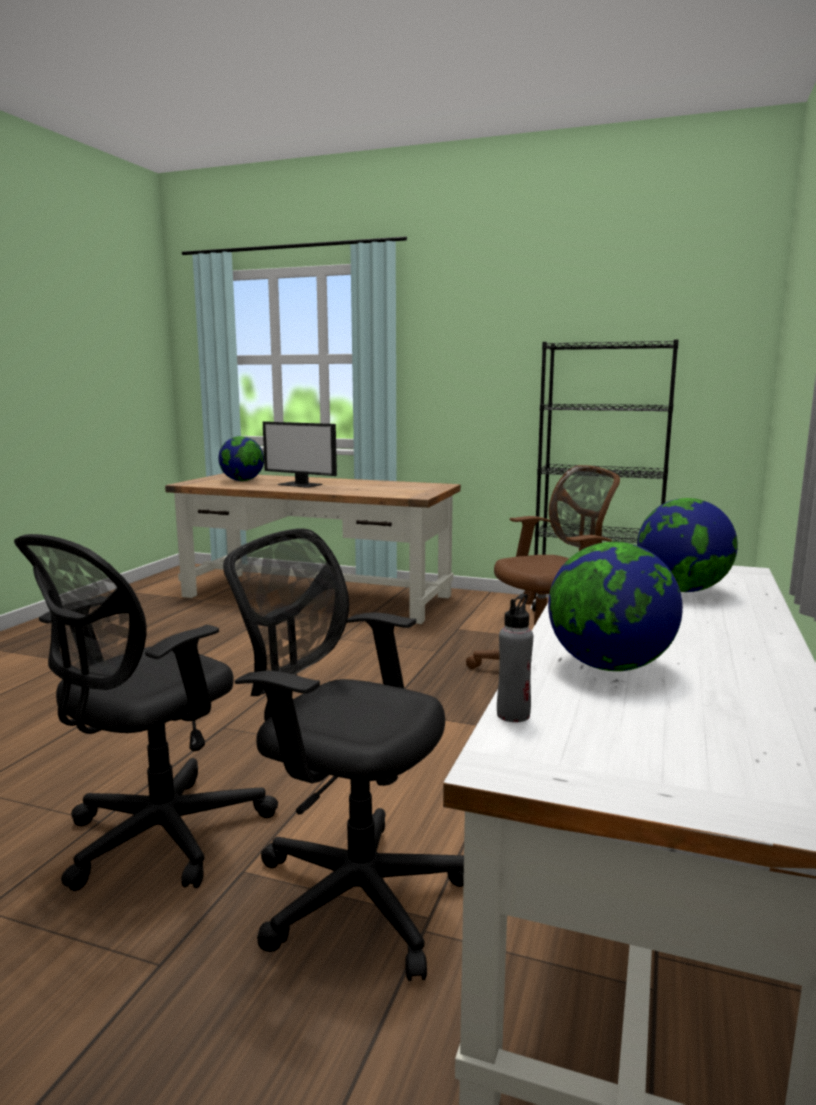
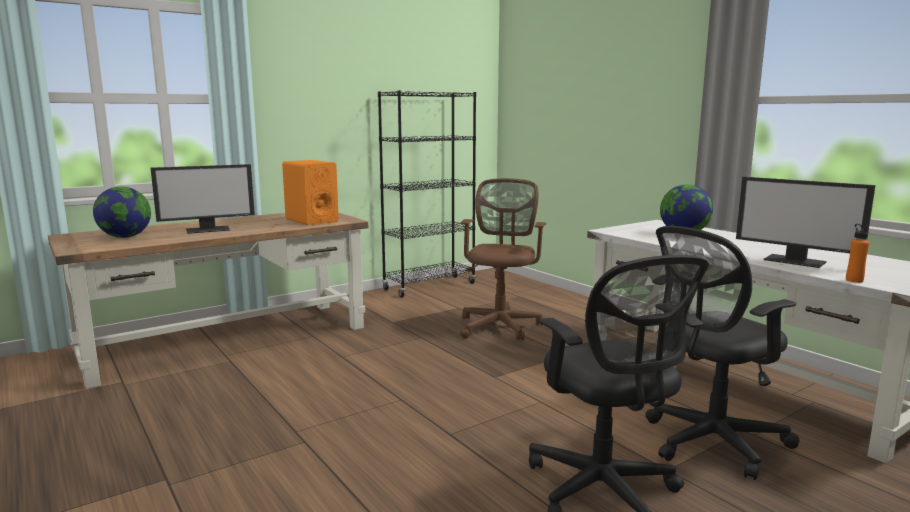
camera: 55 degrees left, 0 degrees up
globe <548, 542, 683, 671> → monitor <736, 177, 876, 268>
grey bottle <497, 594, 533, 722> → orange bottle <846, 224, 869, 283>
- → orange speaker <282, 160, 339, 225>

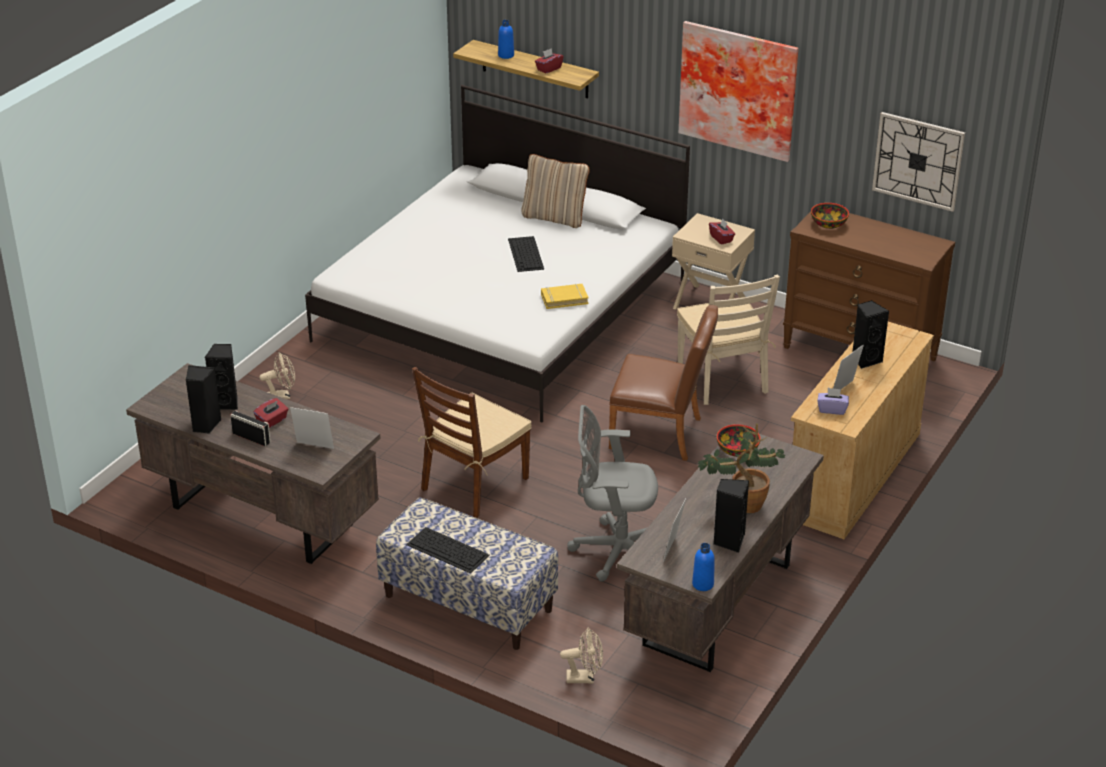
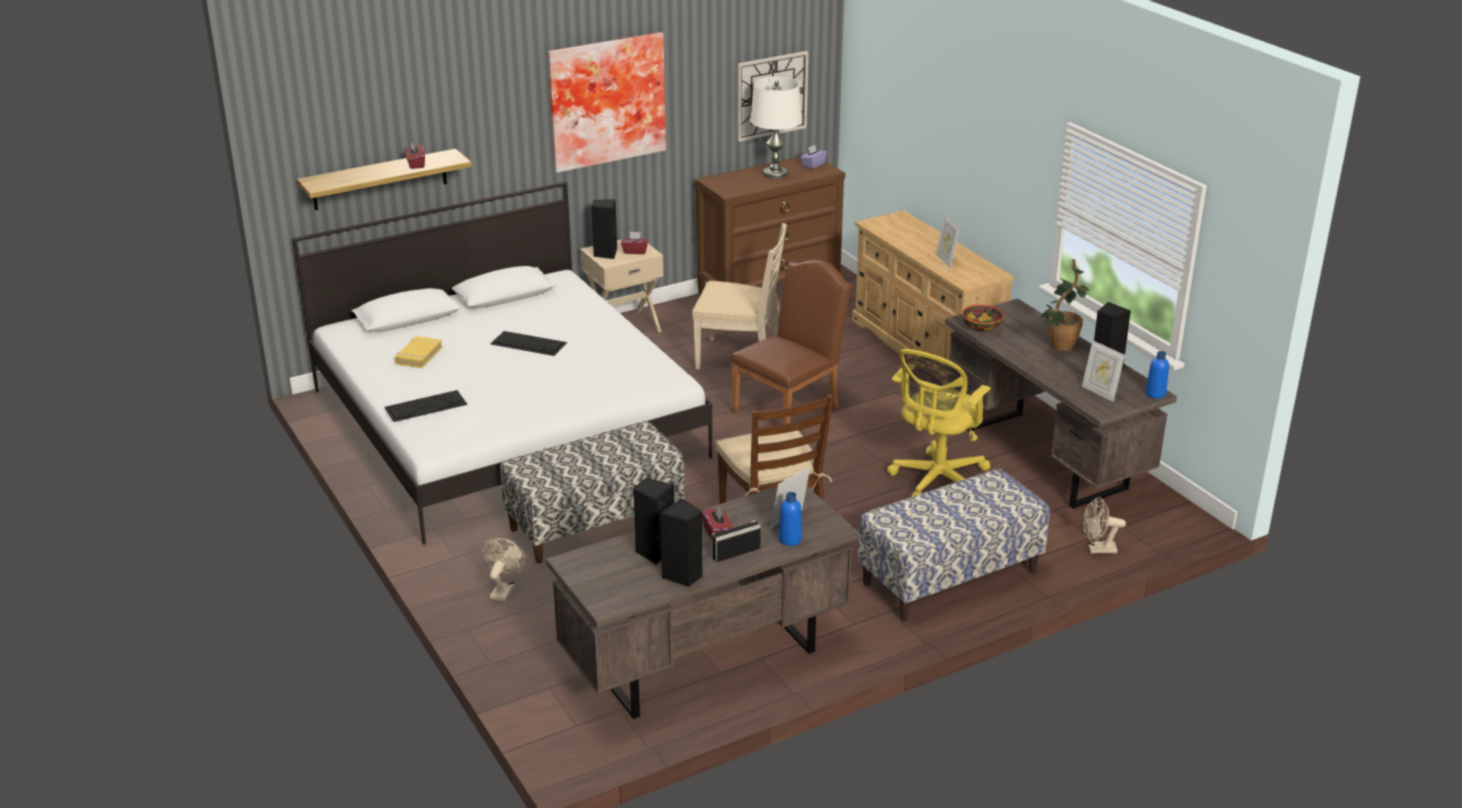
camera: 60 degrees left, 5 degrees down
blue bottle <498, 20, 514, 59> → blue bottle <779, 492, 802, 546>, move
beige pillow <522, 154, 590, 228> → -
bowl <811, 203, 849, 229> → -
yellow book <541, 283, 588, 309> → yellow book <395, 336, 443, 368>, move
black speaker <853, 300, 889, 369> → black speaker <591, 199, 617, 259>, move
purple tissue box <817, 388, 849, 415> → purple tissue box <800, 145, 827, 169>, move
grey office chair <567, 405, 658, 582> → yellow office chair <887, 349, 990, 497>
keyboard <406, 527, 490, 574> → keyboard <384, 390, 467, 422>, move
beige fan <560, 628, 603, 683> → beige fan <1083, 497, 1126, 553>, 120 degrees counterclockwise
- → white table lamp <750, 76, 802, 179>
- → bench <500, 421, 684, 563>

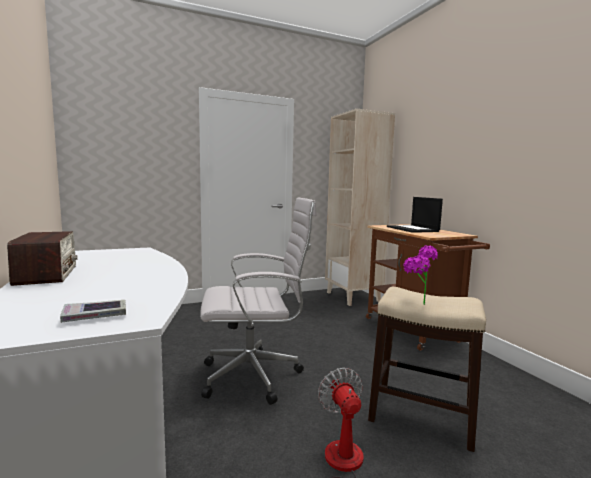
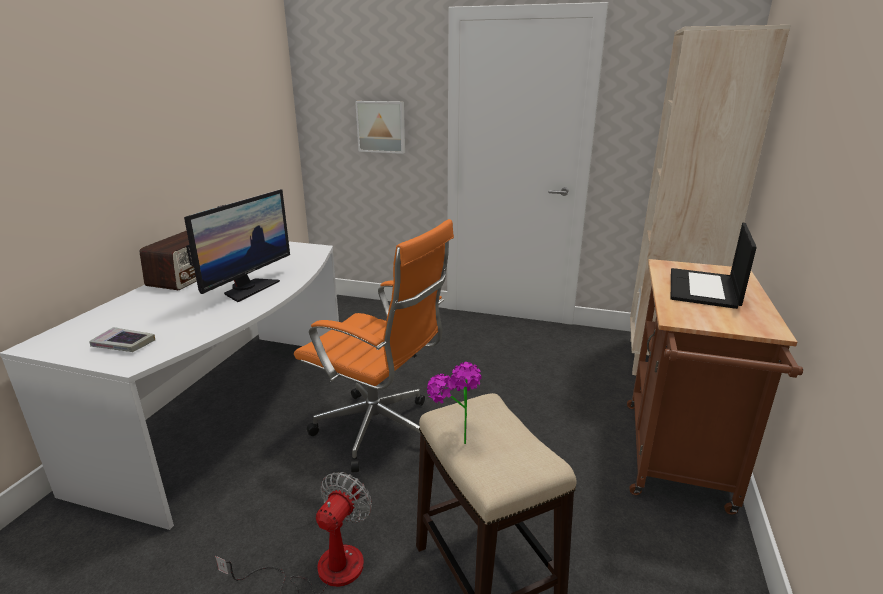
camera: 40 degrees right, 15 degrees up
white office chair <200, 197, 317, 405> → orange office chair <294, 219, 454, 473>
- → picture <355, 101, 405, 154>
- → monitor <184, 189, 290, 302>

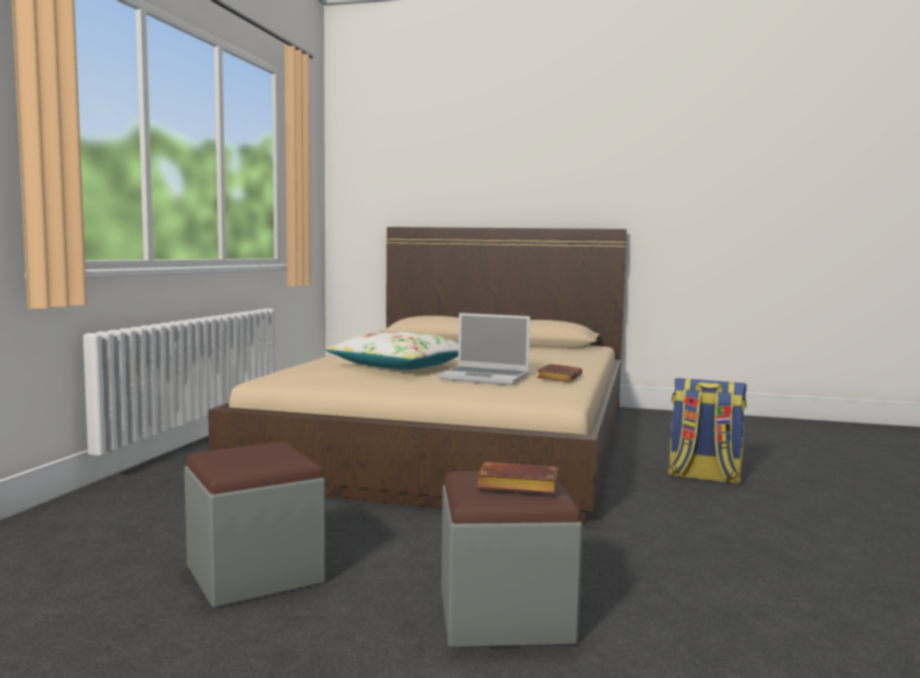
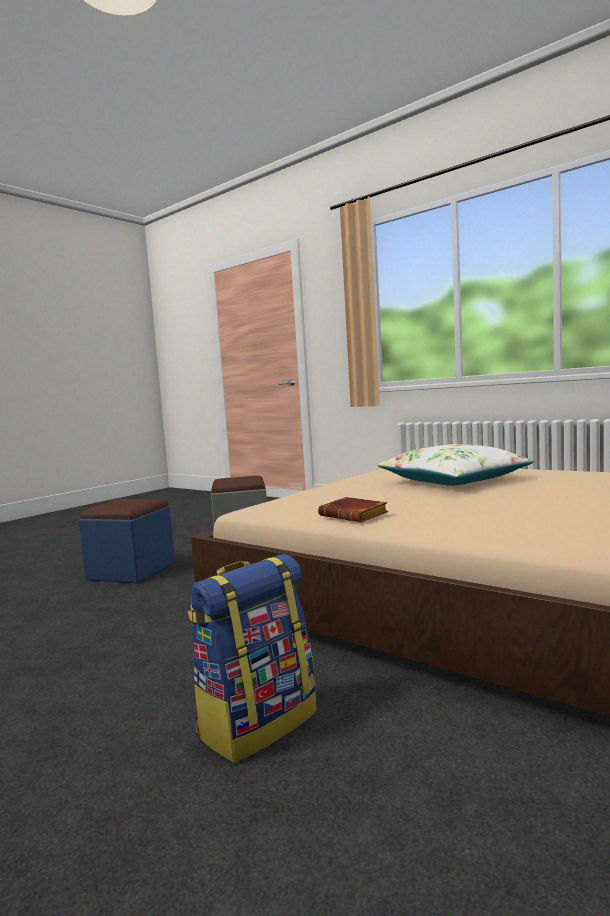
camera: 115 degrees right, 0 degrees up
laptop <438, 313, 530, 385> → -
brown book <476, 462, 558, 494> → -
grey ottoman <441, 471, 583, 648> → blue ottoman <79, 499, 175, 584>

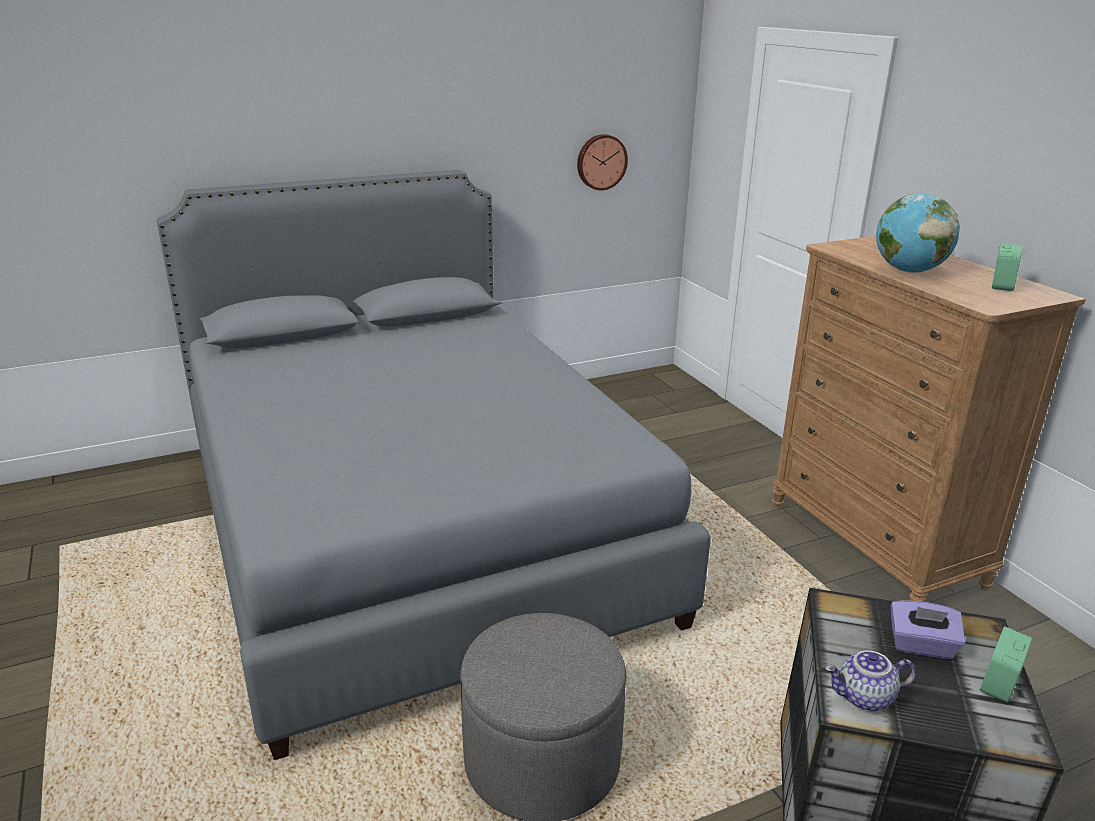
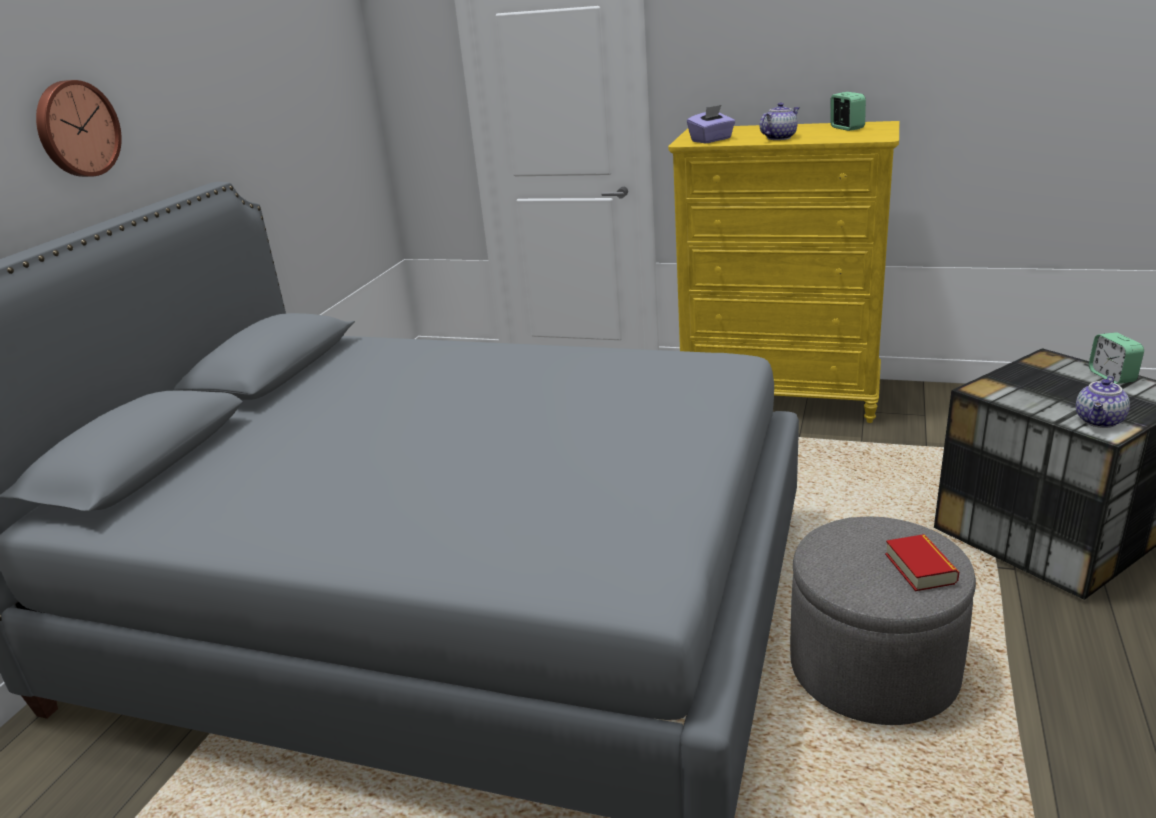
camera: 45 degrees left, 0 degrees up
wall clock <577, 134, 628, 190> → wall clock <36, 80, 122, 177>, move
globe <876, 194, 960, 273> → teapot <760, 103, 799, 140>
brown dresser <772, 236, 1086, 602> → yellow dresser <668, 121, 899, 423>
purple tissue box <891, 600, 965, 659> → purple tissue box <687, 105, 735, 143>, move
- → book <885, 534, 959, 591>

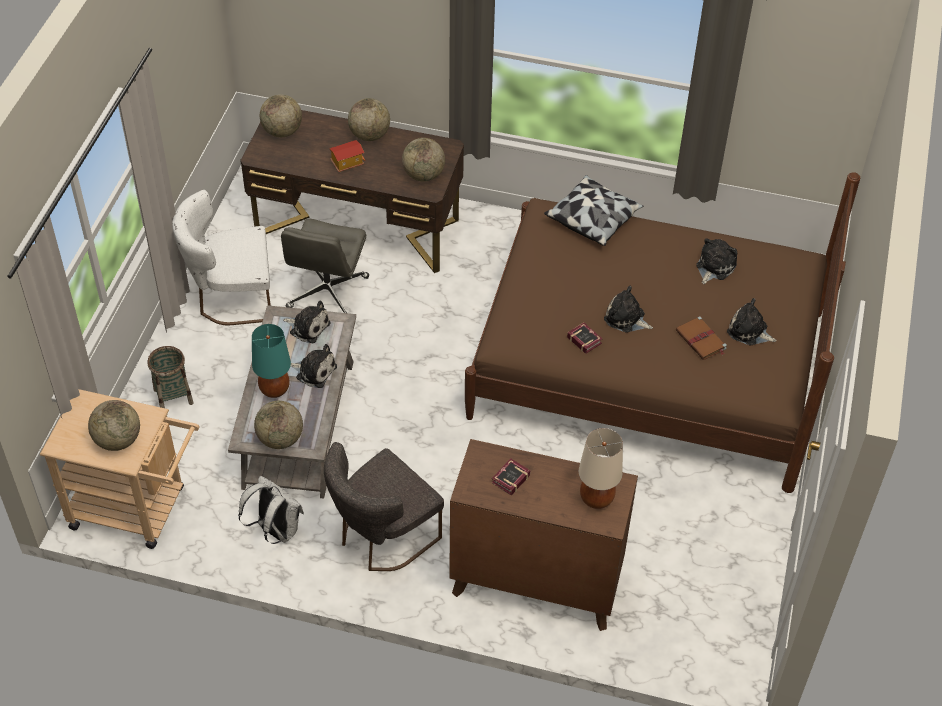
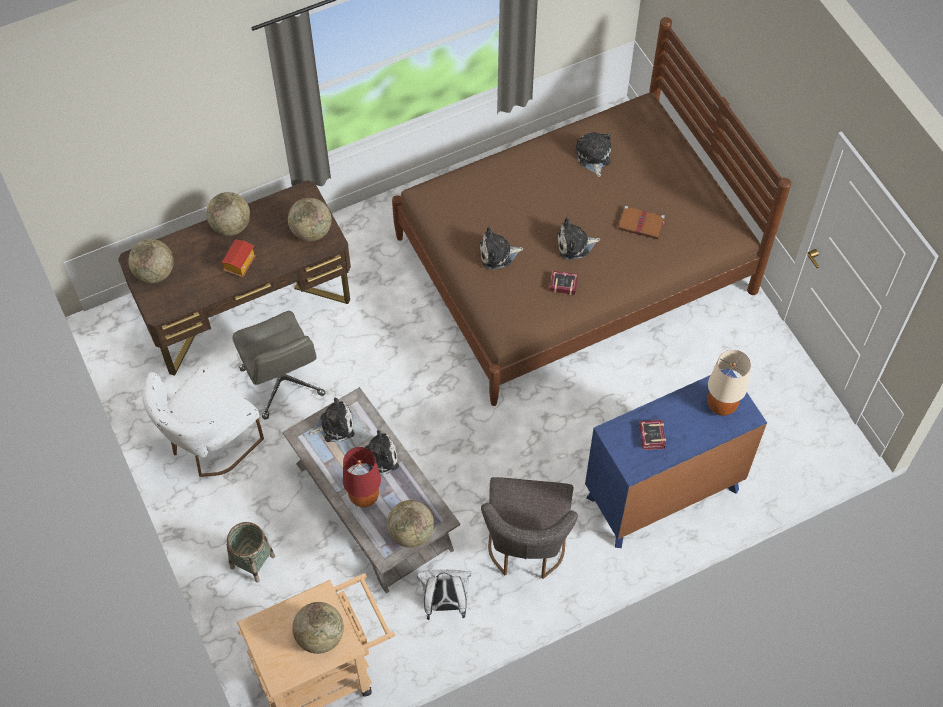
camera: 40 degrees left, 10 degrees up
pillow <544, 175, 644, 246> → -
plush toy <727, 298, 777, 345> → plush toy <480, 227, 524, 269>, move
turquoise table lamp <252, 324, 291, 398> → red table lamp <343, 447, 381, 507>
brown dresser <449, 439, 638, 631> → blue dresser <585, 369, 767, 548>

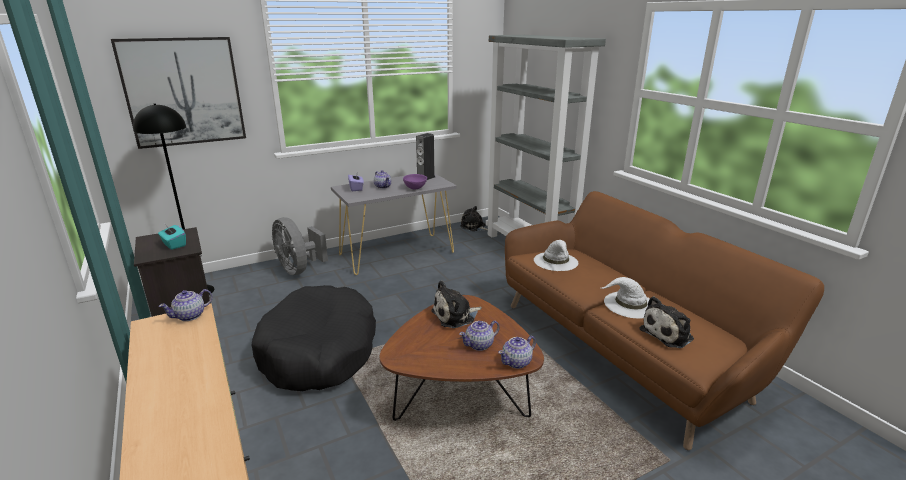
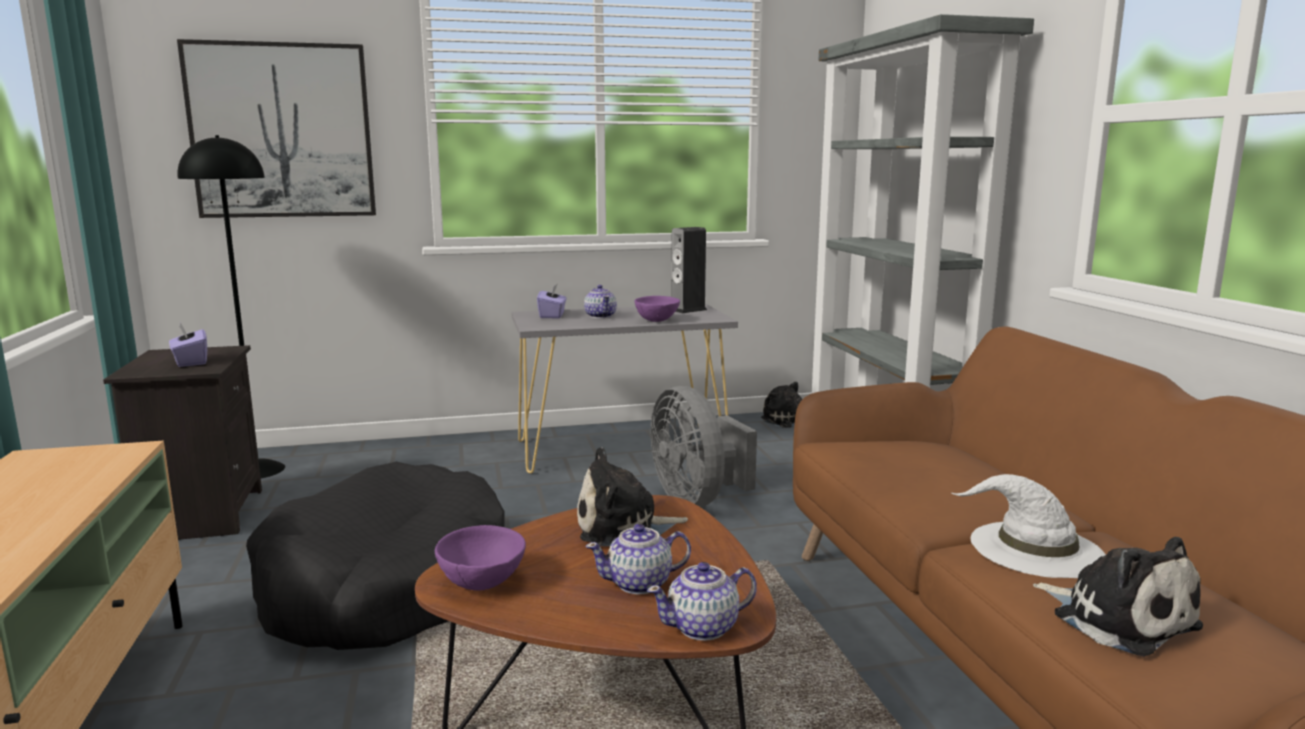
camera: 15 degrees right, 10 degrees down
grey fan <272, 217, 328, 275> → grey fan <651, 386, 757, 508>, move
turquoise tissue box <158, 224, 186, 250> → purple tissue box <169, 322, 207, 367>
white hat <534, 240, 578, 271> → -
teapot <159, 289, 213, 321> → -
plush toy <639, 296, 694, 348> → plush toy <1033, 537, 1203, 657>, 105 degrees counterclockwise
- → purple bowl <435, 525, 526, 591>

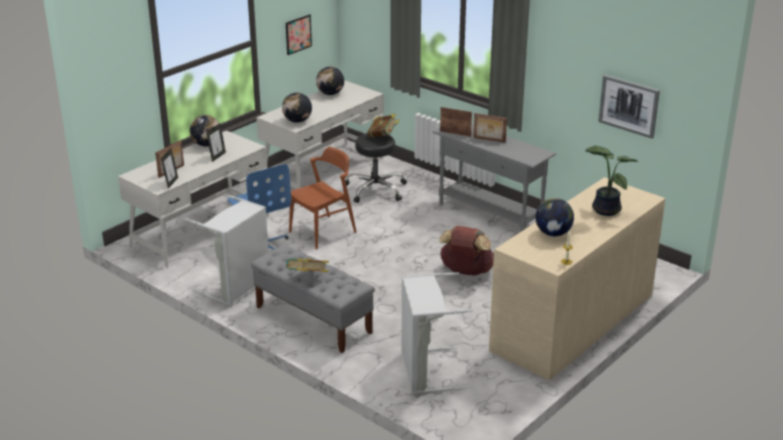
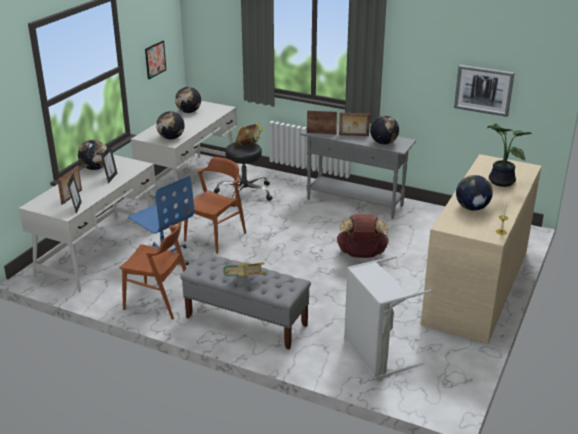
camera: 15 degrees left, 0 degrees up
grey laundry basket <185, 194, 269, 306> → brown chair <120, 222, 186, 320>
- → globe <370, 116, 399, 145>

